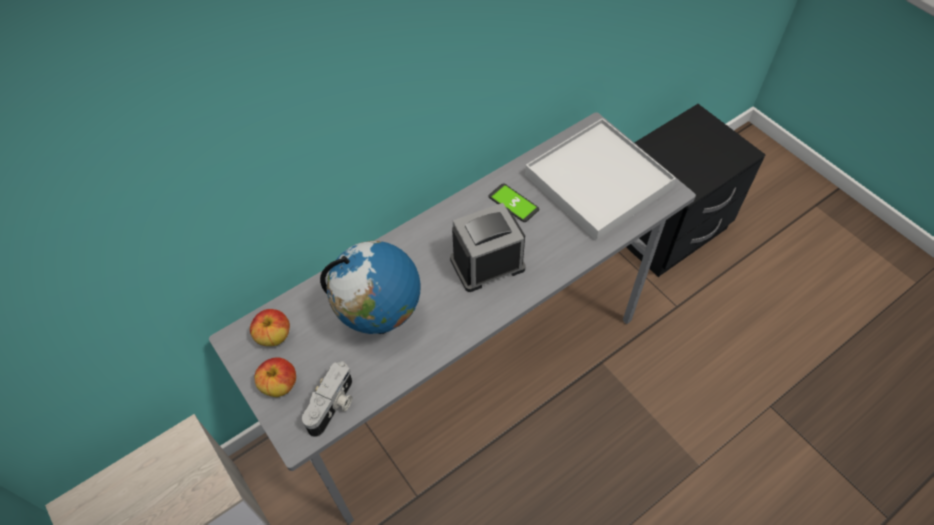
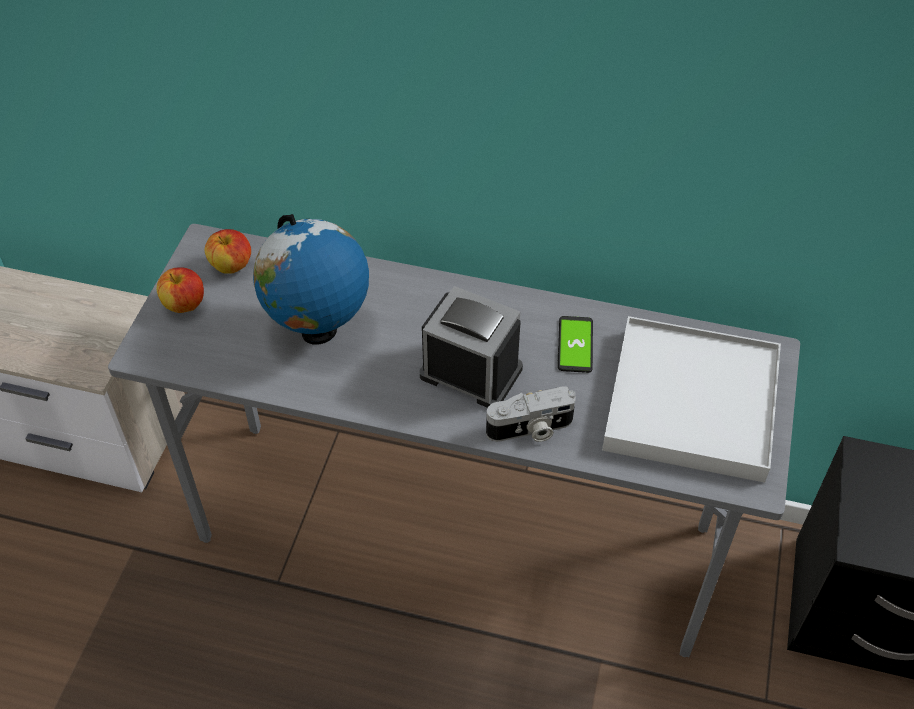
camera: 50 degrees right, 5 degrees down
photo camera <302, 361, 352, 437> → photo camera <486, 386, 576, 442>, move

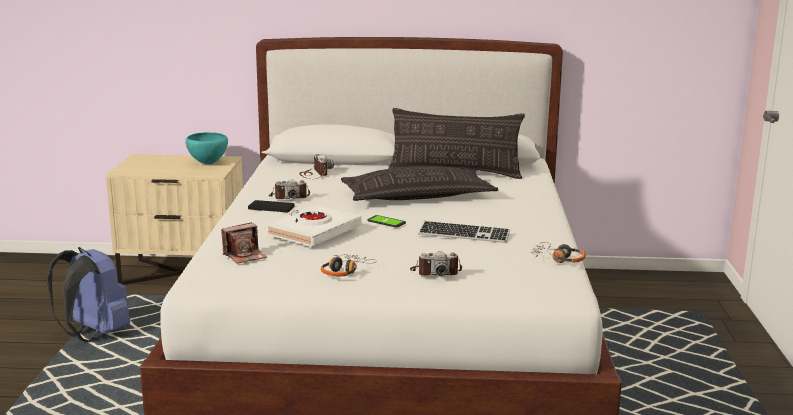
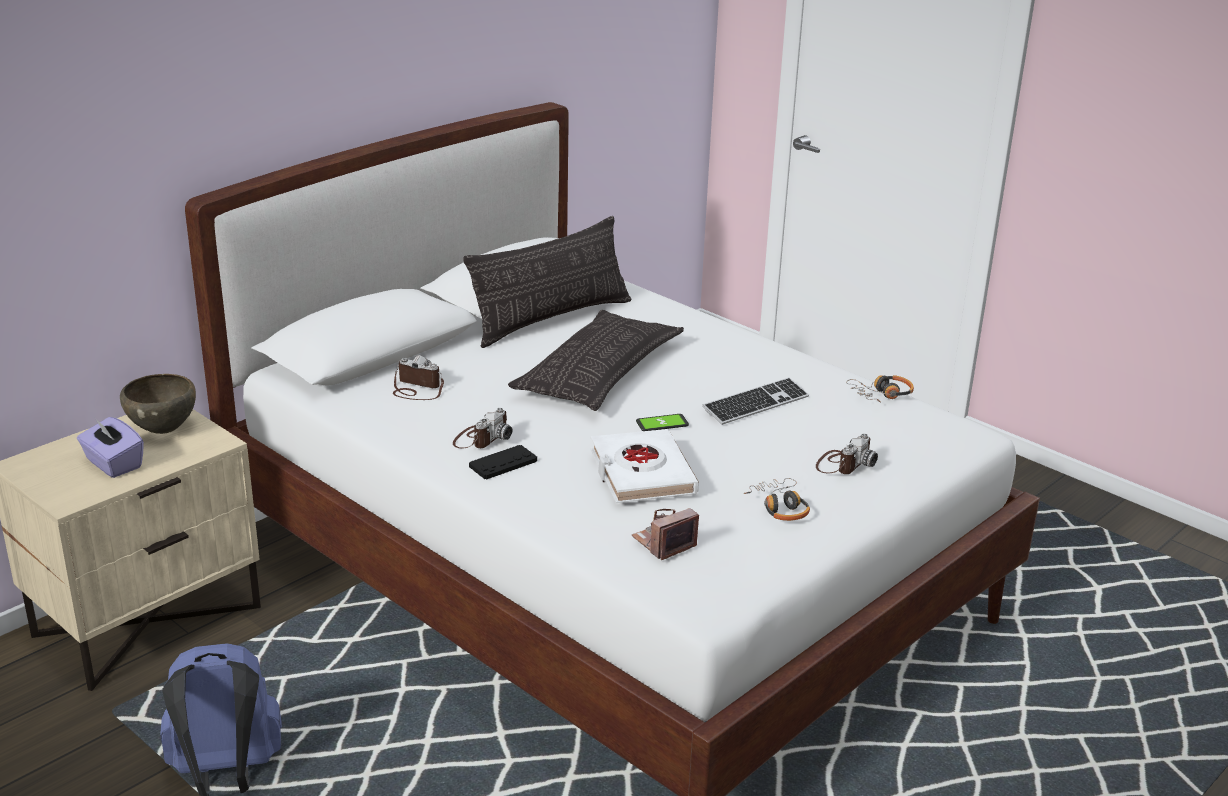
camera: 50 degrees left, 10 degrees up
turquoise bowl <185, 132, 228, 165> → brown bowl <120, 374, 196, 434>
photo camera <221, 222, 267, 264> → photo camera <632, 508, 699, 560>, 135 degrees counterclockwise
- → purple tissue box <77, 417, 144, 478>

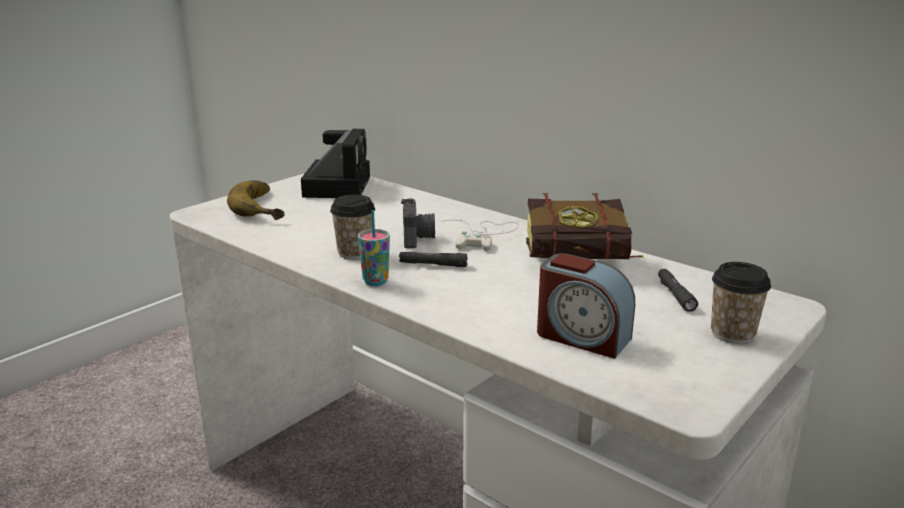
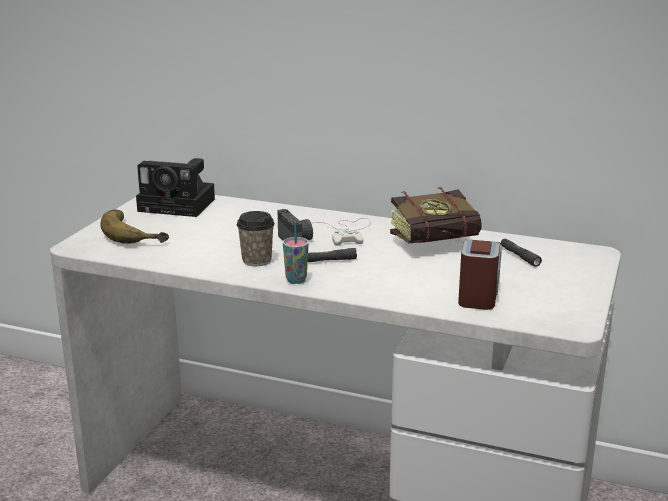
camera: 20 degrees left, 0 degrees up
photo camera <301, 129, 370, 198> → photo camera <136, 158, 215, 217>, 120 degrees clockwise
alarm clock <537, 253, 635, 359> → alarm clock <458, 239, 502, 310>, 90 degrees counterclockwise
cup <711, 262, 771, 344> → -

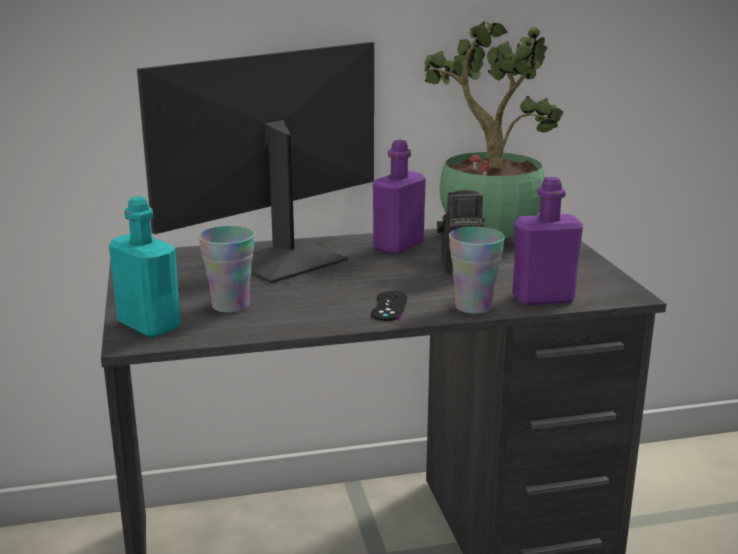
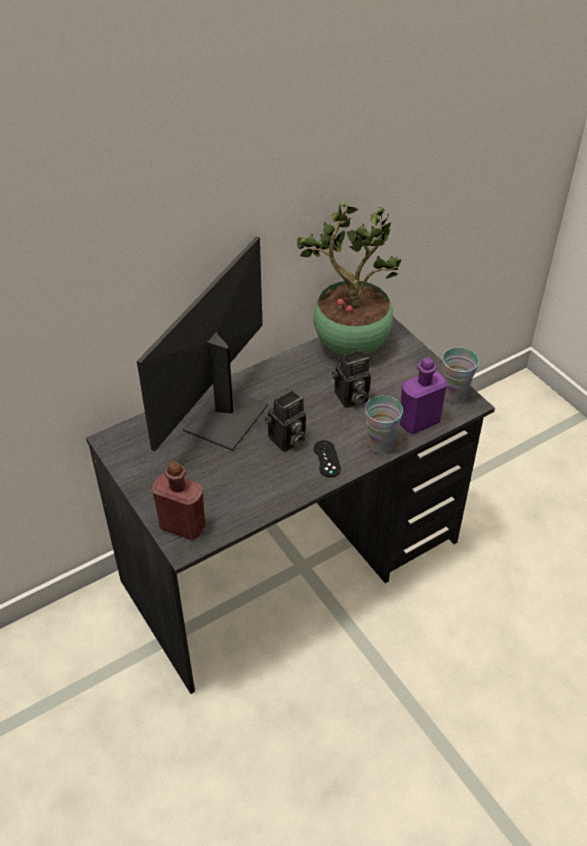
camera: 20 degrees left, 25 degrees up
purple bottle <373, 140, 426, 254> → -
turquoise bottle <109, 196, 181, 338> → red bottle <152, 461, 205, 540>
cup <199, 226, 255, 313> → cup <442, 347, 479, 403>, move
- → photo camera <265, 390, 306, 452>

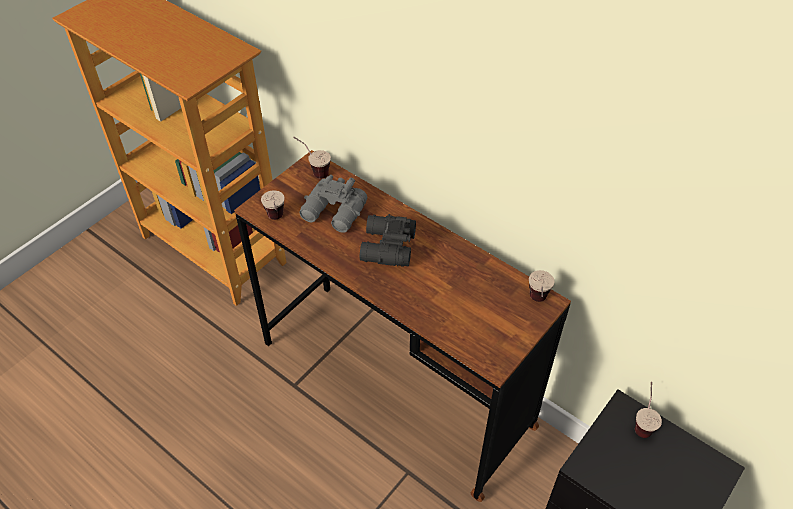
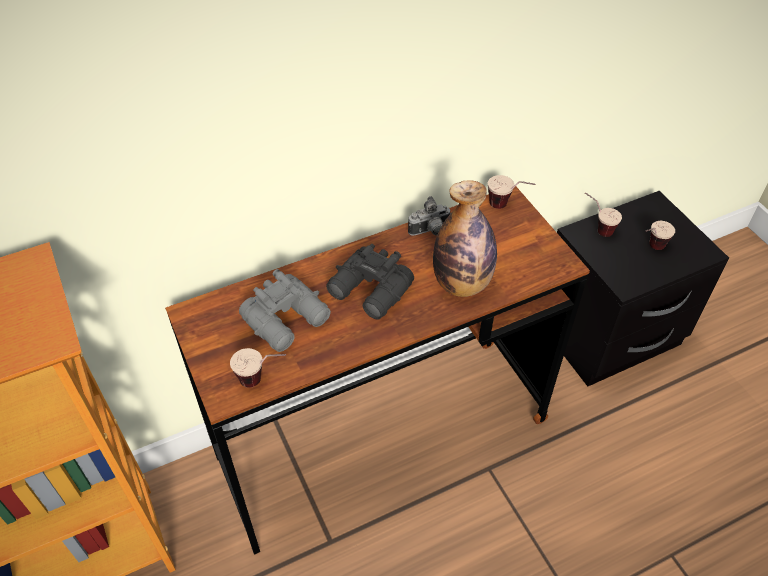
camera: 65 degrees left, 0 degrees up
cup <293, 136, 331, 178> → cup <646, 221, 675, 250>, move
- → bottle <433, 180, 497, 297>
- → photo camera <408, 196, 451, 236>

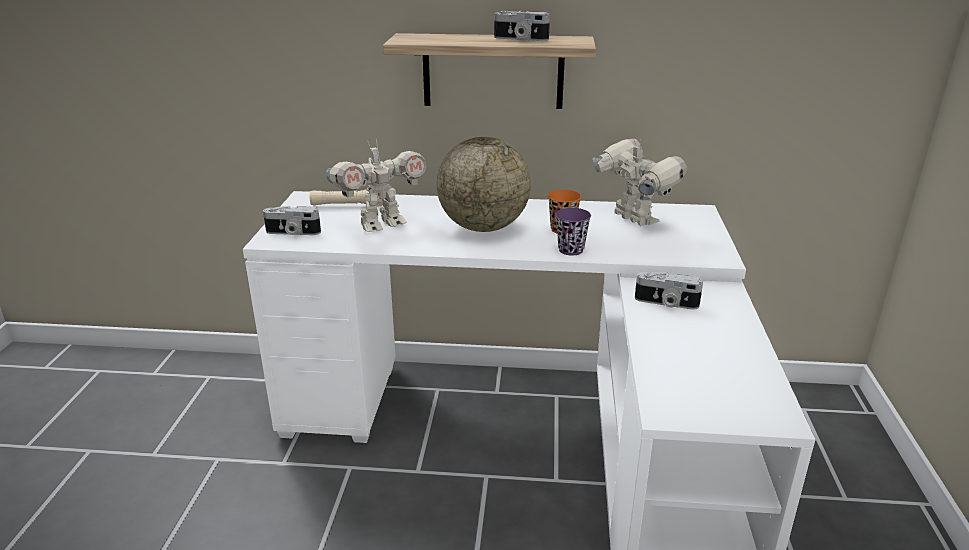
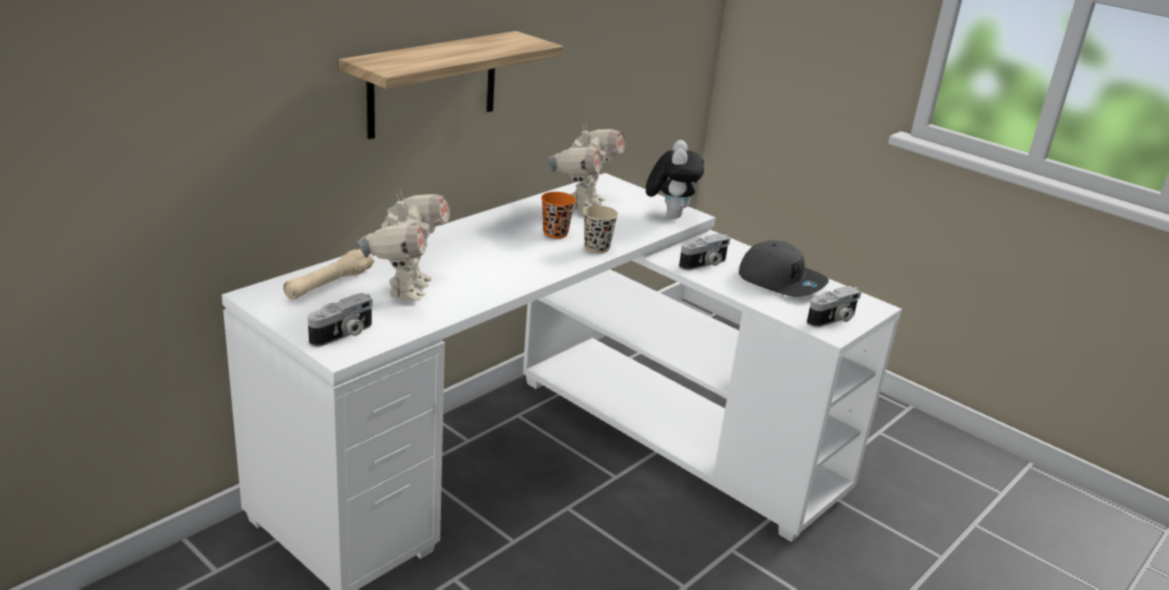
camera: 55 degrees left, 0 degrees up
photo camera <494, 11, 550, 41> → photo camera <807, 286, 861, 327>, move
globe <437, 137, 531, 232> → -
toy robot <593, 137, 687, 226> → toy robot <547, 121, 625, 212>, 105 degrees clockwise
purple cup <555, 208, 591, 255> → beige cup <583, 205, 618, 253>
- → plush toy <646, 140, 704, 218>
- → grey cap <739, 240, 829, 297>

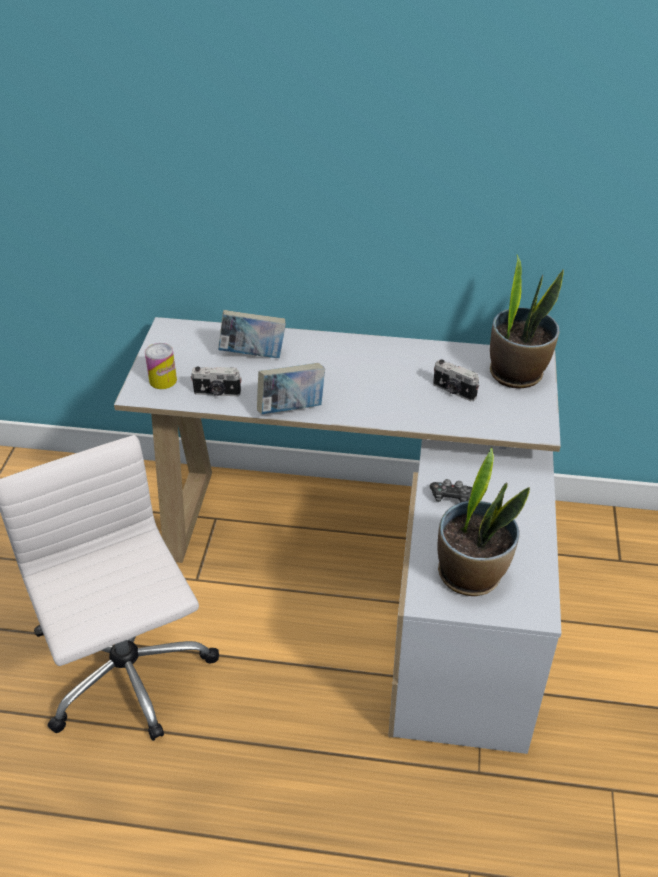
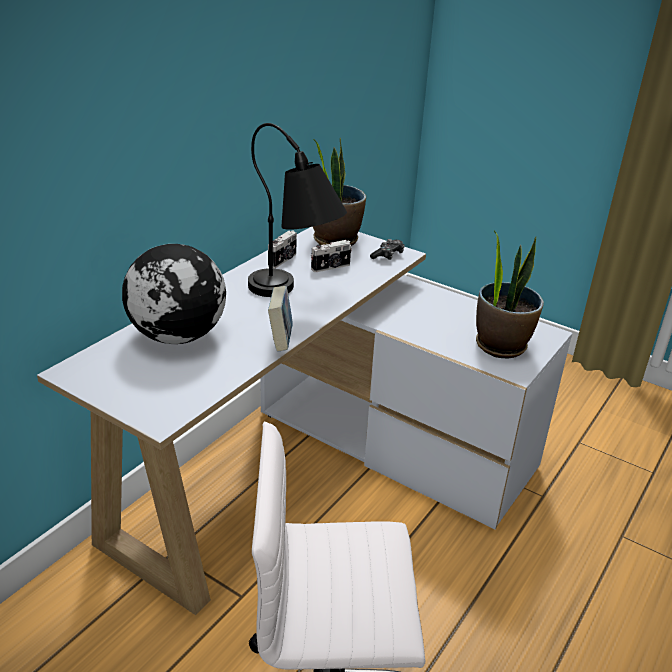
camera: 65 degrees left, 10 degrees down
book <218, 310, 286, 358> → globe <122, 244, 226, 344>
can <145, 343, 177, 389> → -
photo camera <191, 366, 242, 396> → photo camera <268, 231, 297, 268>, move
game controller <430, 479, 473, 503> → game controller <370, 239, 405, 260>, move
- → black table lamp <248, 123, 347, 297>

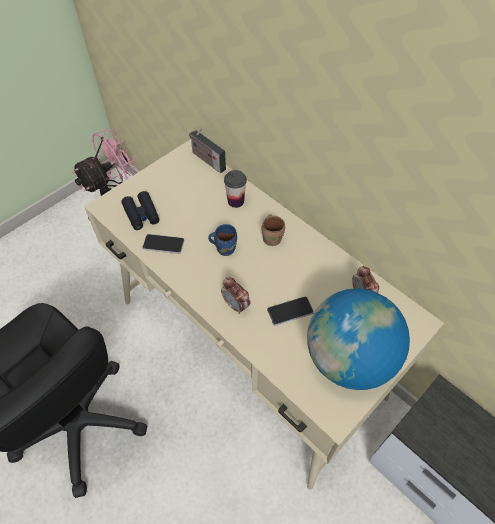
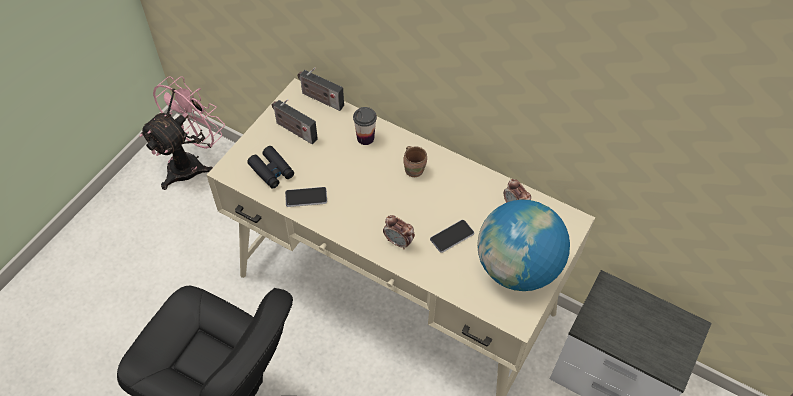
camera: 15 degrees left, 0 degrees up
blue mug <208, 224, 237, 256> → -
- → radio <272, 99, 318, 144>

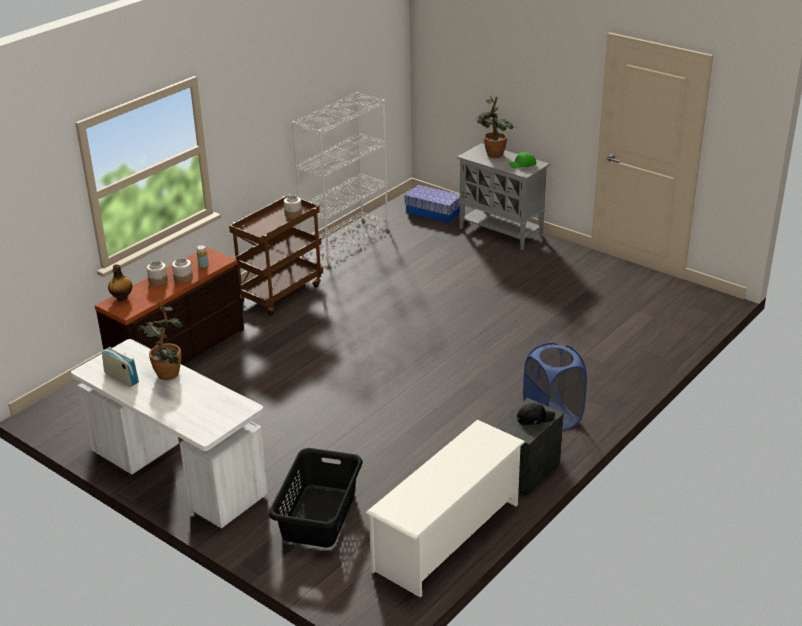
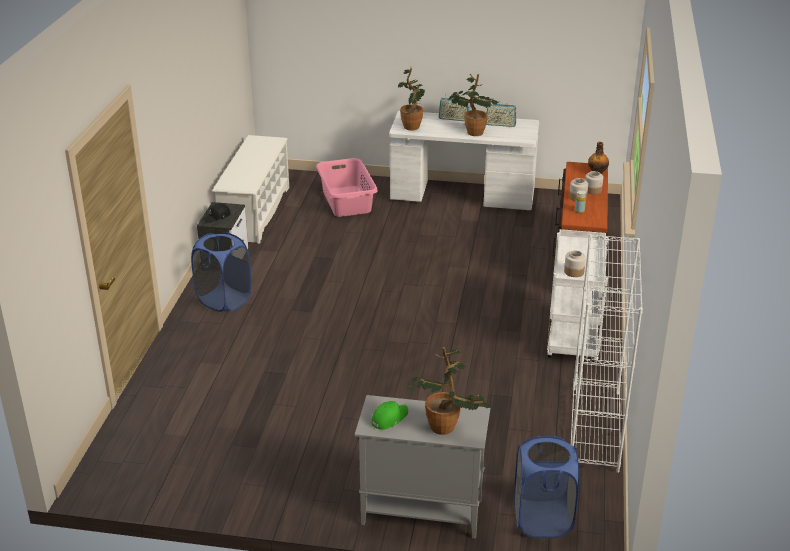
camera: 150 degrees right, 0 degrees up
storage box <405, 185, 460, 223> → blue laundry basket <514, 436, 579, 538>
brown cart <229, 195, 323, 316> → white cart <547, 229, 608, 362>
black laundry basket <269, 448, 363, 547> → pink laundry basket <316, 158, 378, 217>
- → potted plant <398, 67, 425, 130>
- → radio <439, 94, 470, 121>

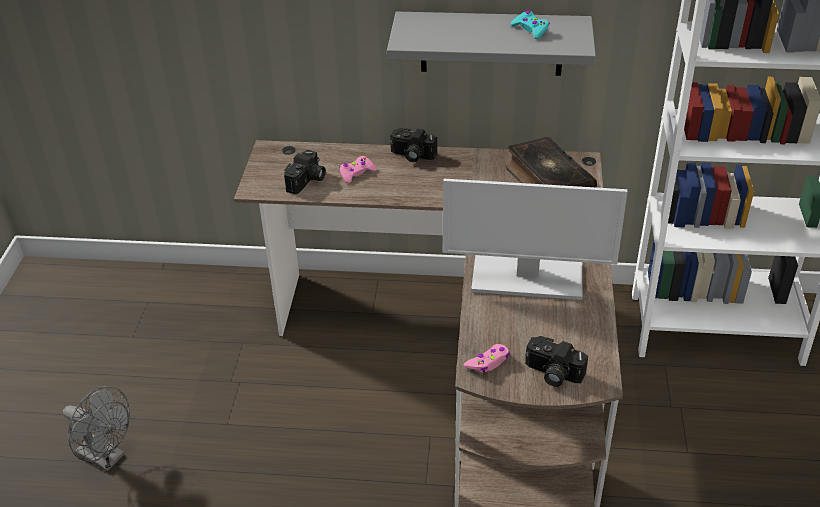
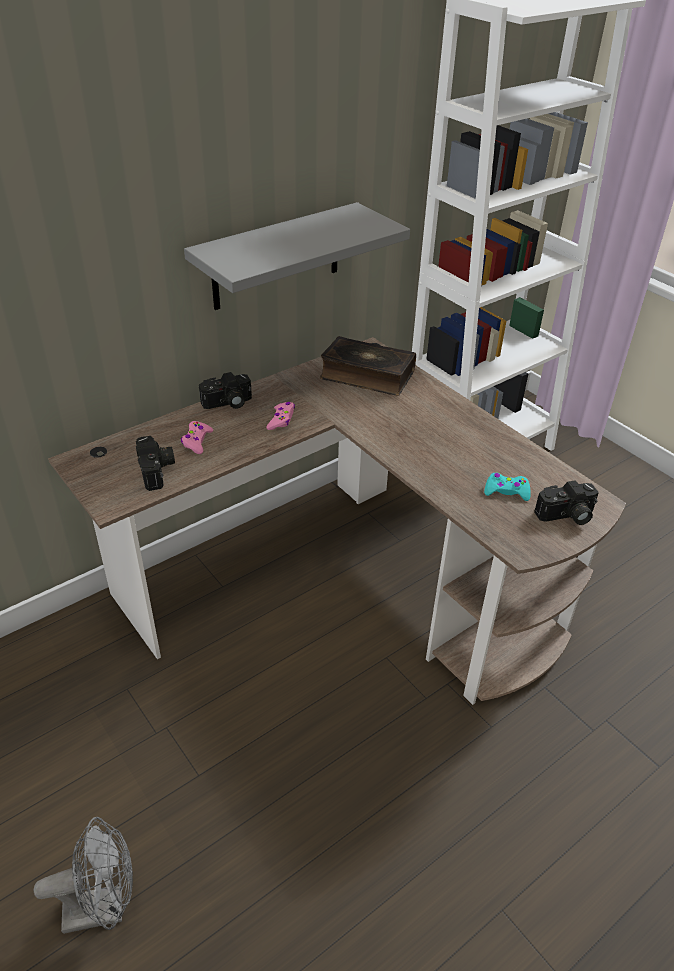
camera: 45 degrees left, 0 degrees up
turquoise game controller <511, 10, 550, 39> → turquoise game controller <484, 473, 531, 501>, move
monitor <443, 179, 627, 300> → -
pink game controller <464, 344, 510, 373> → pink game controller <267, 402, 295, 430>, move

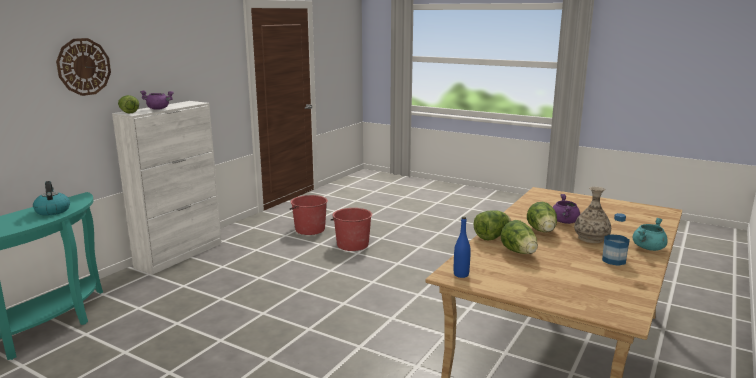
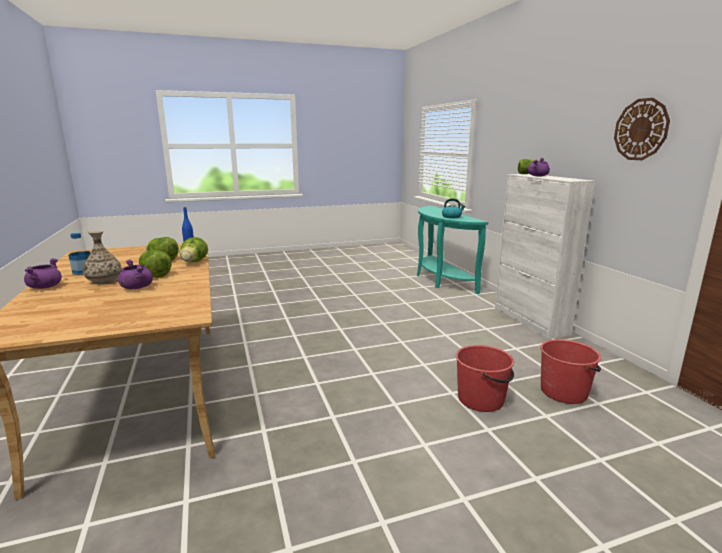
camera: 130 degrees right, 0 degrees up
wall clock <56, 38, 111, 96> → wall clock <614, 98, 670, 160>, move
turquoise cooking pot <633, 218, 668, 251> → purple cooking pot <24, 258, 62, 289>

